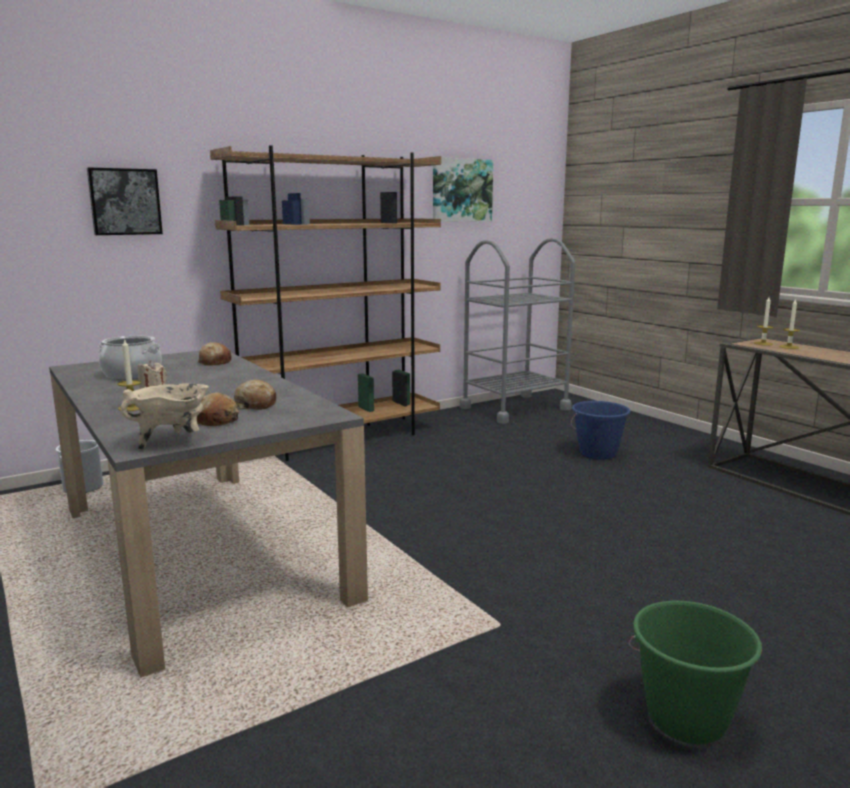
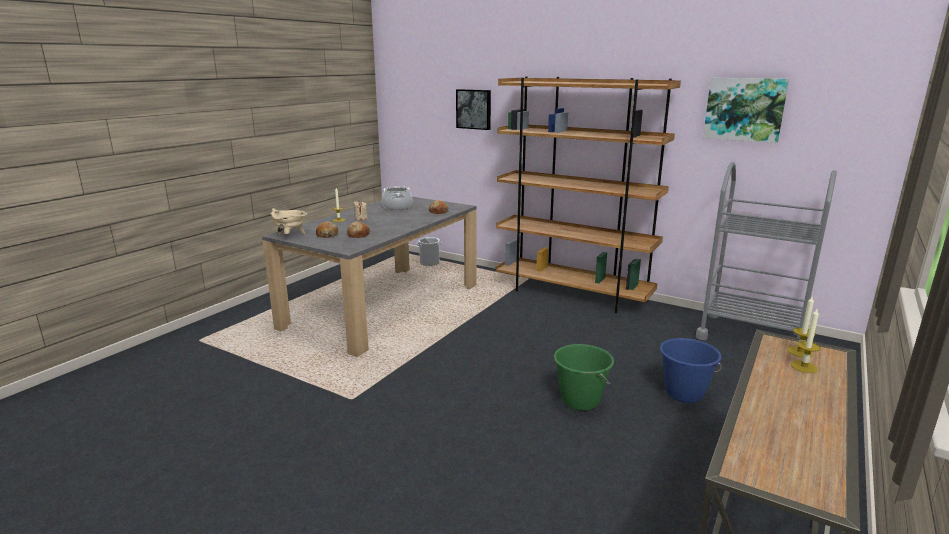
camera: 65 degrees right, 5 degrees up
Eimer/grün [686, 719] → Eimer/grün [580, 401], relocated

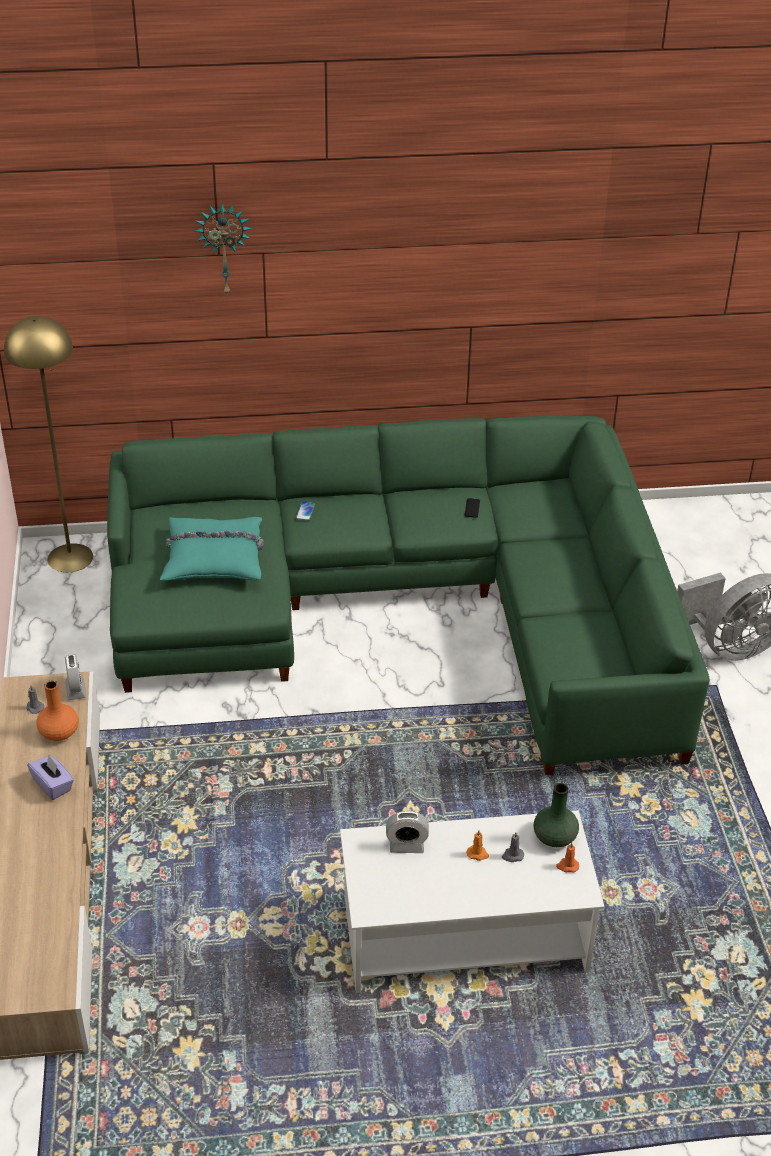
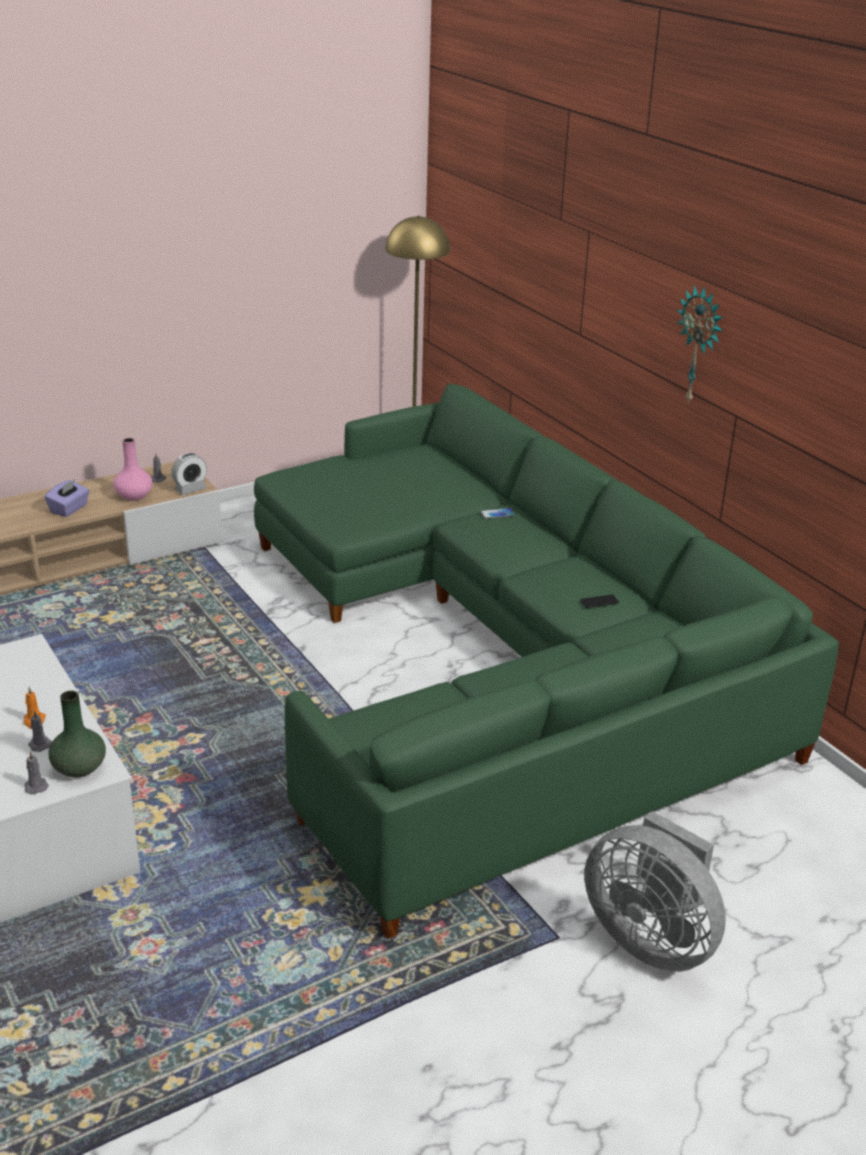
camera: 65 degrees right, 10 degrees down
Wanduhr [224, 248] → Wanduhr [699, 345], relocated
Kissen/türkis [214, 558] → -
Vase/orange [59, 733] → Vase/rosa [133, 496]
Wecker [406, 845] → -
Kerze/orange [567, 866] → Kerze/grau [36, 786]

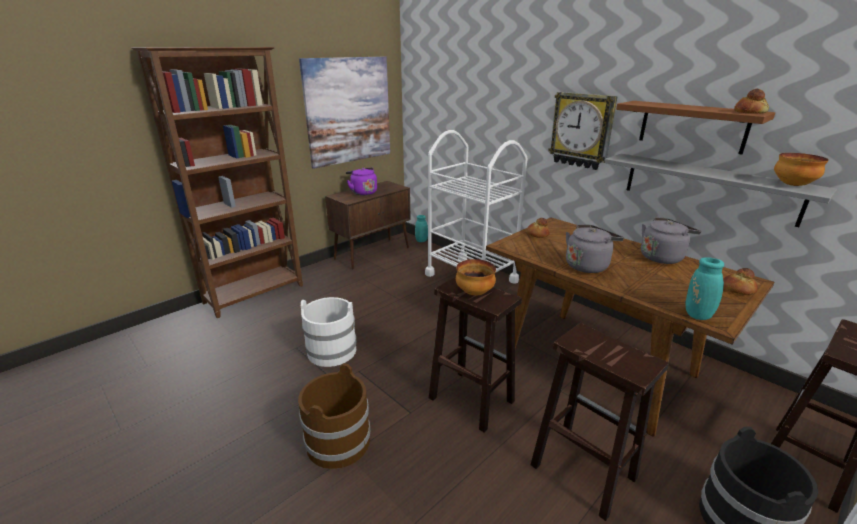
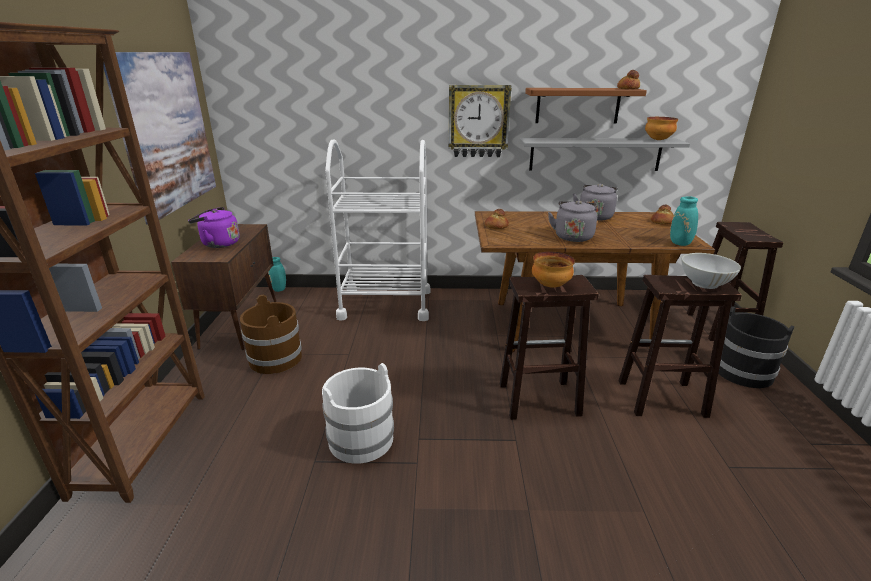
camera: 45 degrees left, 0 degrees up
Eimer/braun [338, 442] → Eimer/braun [276, 359], relocated
- → Schüssel/weiß [704, 283]

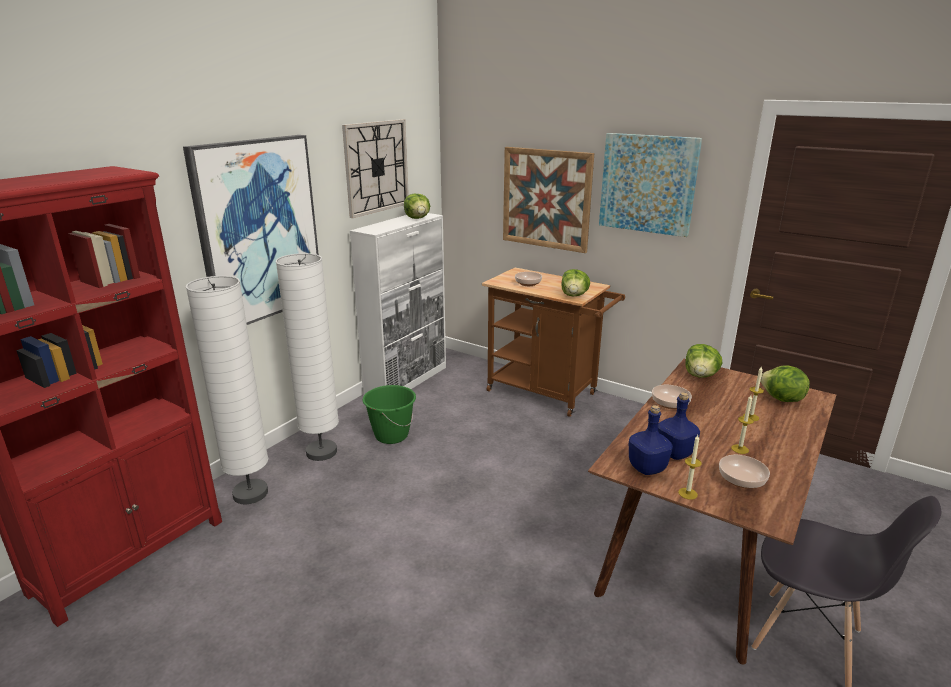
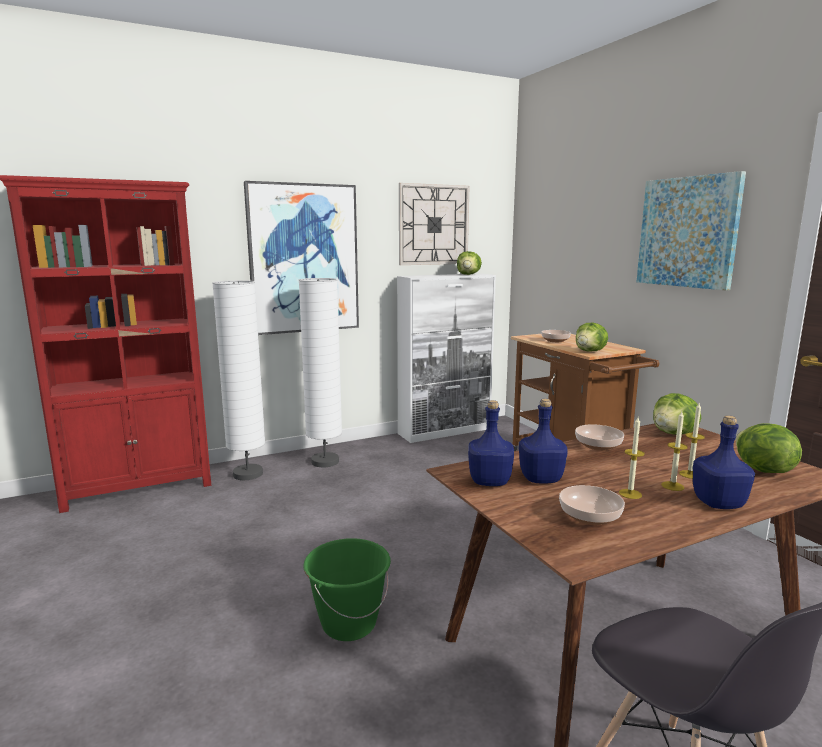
camera: 30 degrees right, 10 degrees down
Bild [546, 199] → -
Eimer/grün [391, 435] → Eimer/grün [348, 623], relocated
Kerze [687, 493] → Kerze [672, 486], relocated
- → Flasche/blau [717, 503]

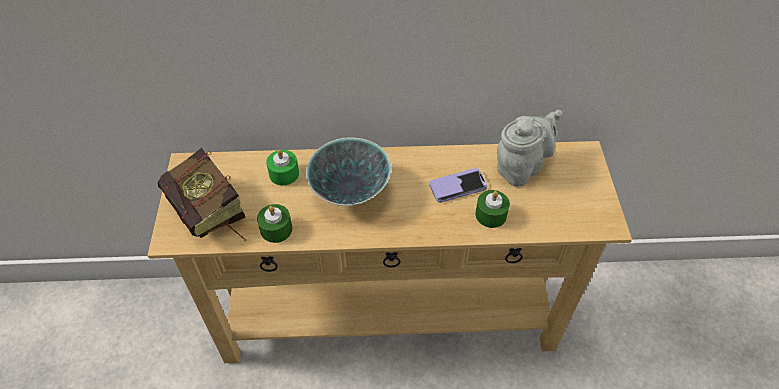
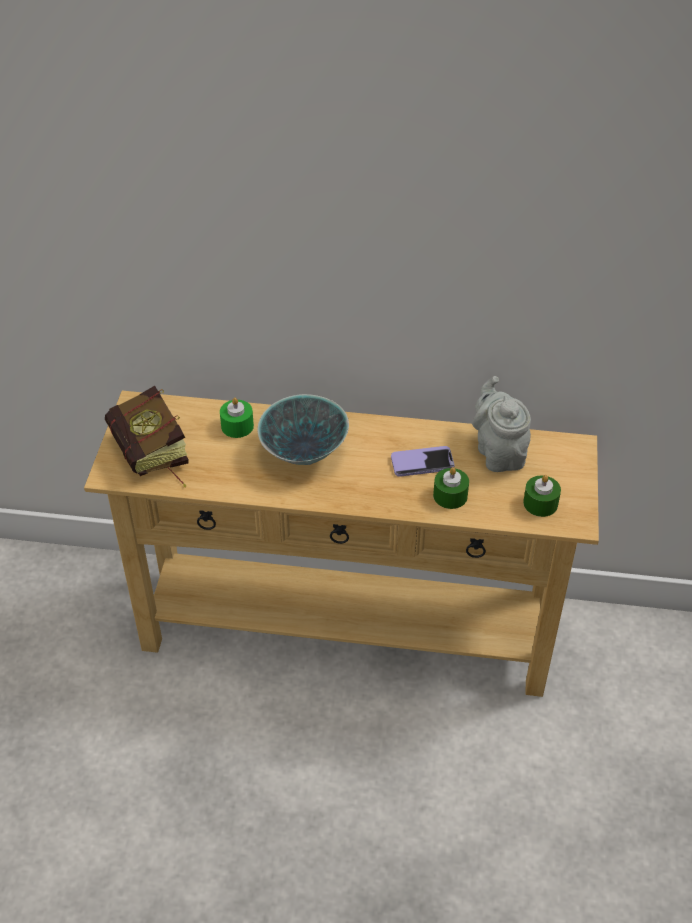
camera: 10 degrees right, 5 degrees down
Teekanne/grau [521, 167] → Teekanne/grau [498, 452], 75 degrees counterclockwise
Kerze/grün [276, 229] → Kerze/grün [540, 503], relocated

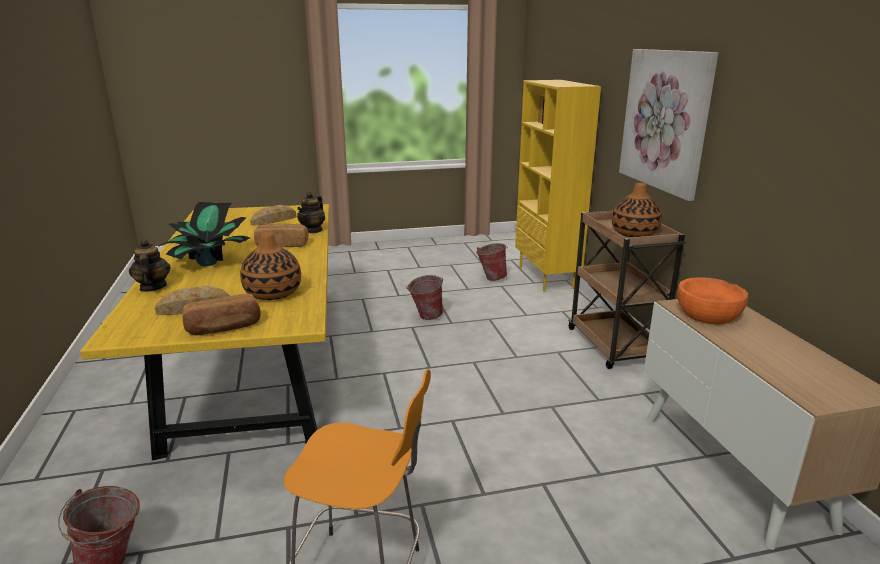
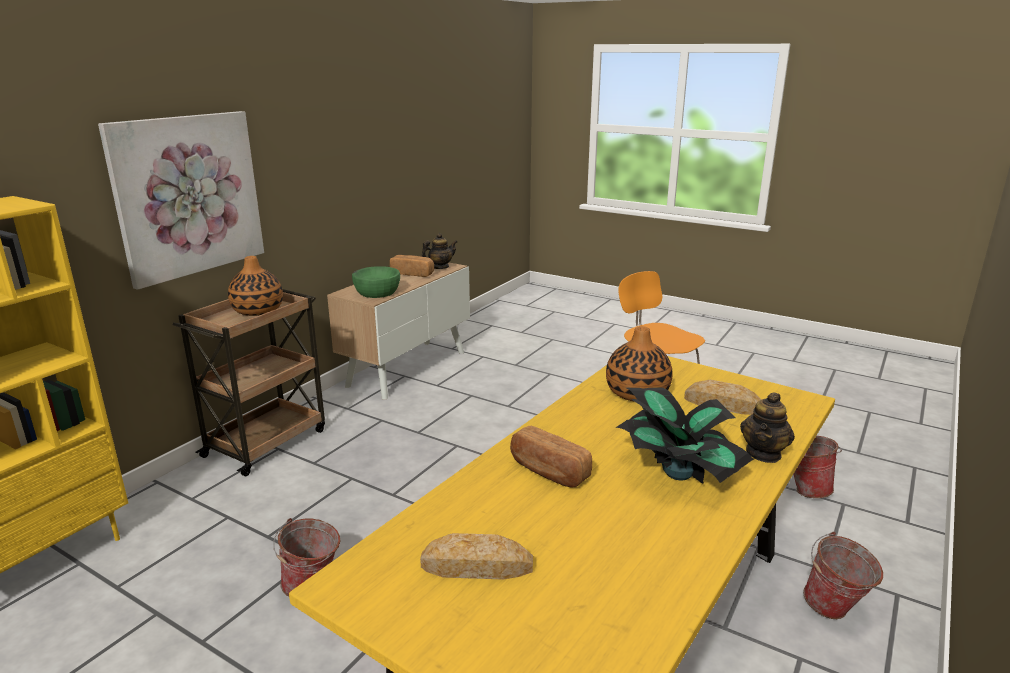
camera: 135 degrees left, 0 degrees up
Teekanne [313, 230] → Teekanne [440, 267], relocated
Eimer [491, 278] → Eimer [834, 611], relocated
Schüssel/orange [708, 314] → Schüssel/grün [377, 292]
Brot [224, 328] → Brot [412, 273], relocated

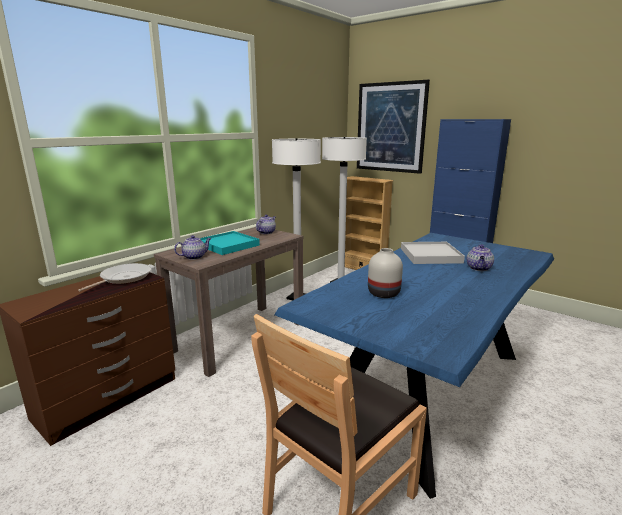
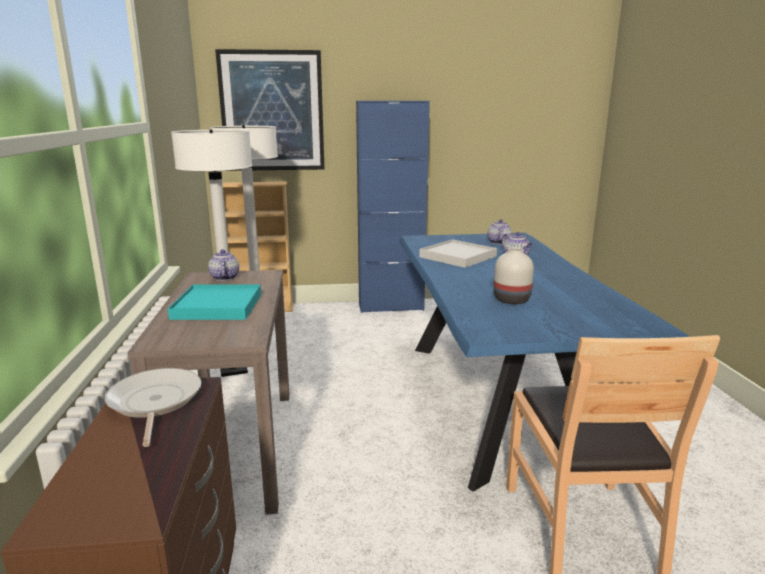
camera: 45 degrees left, 0 degrees up
Teekanne [194, 257] → Teekanne [498, 242], relocated

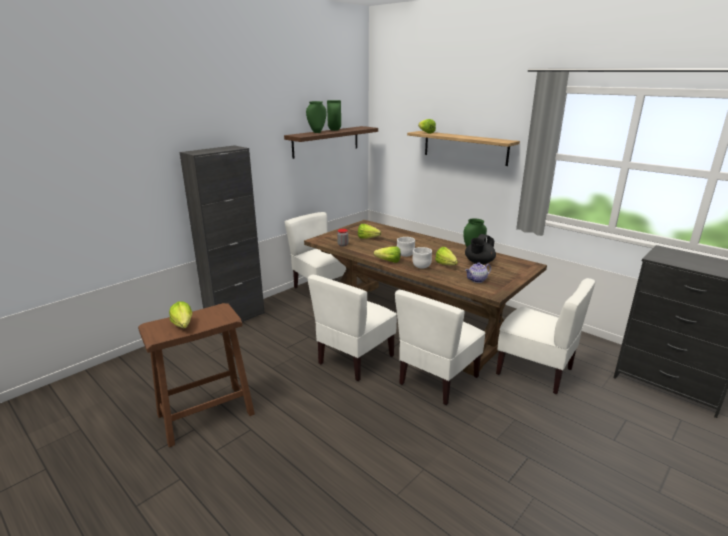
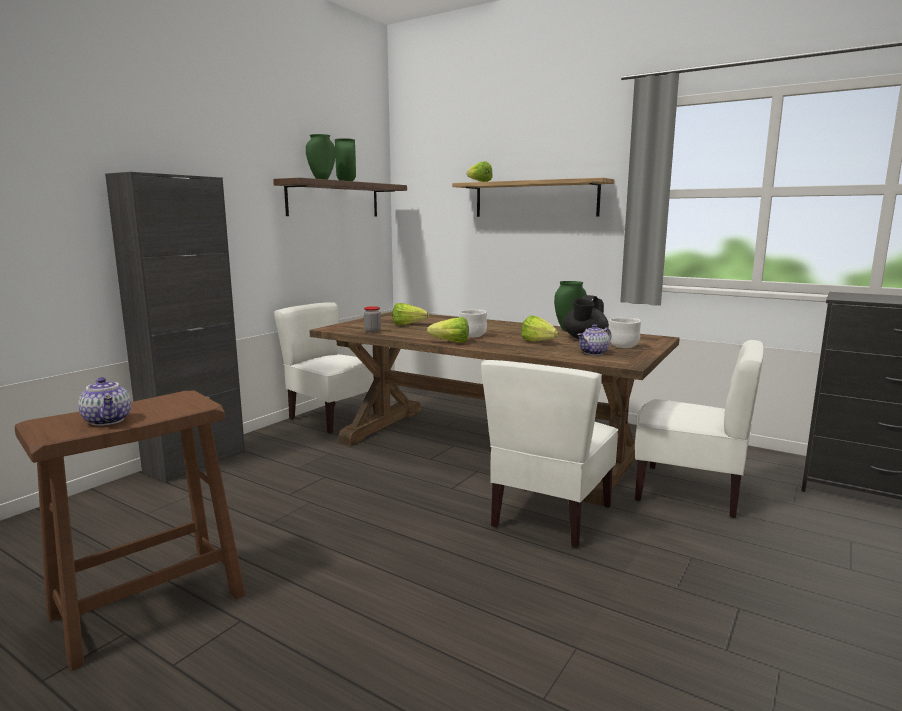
camera: 10 degrees left, 10 degrees down
Schüssel/weiß [421, 266] → Schüssel/weiß [623, 346], relocated
Stuhl/weiß [355, 359] → -
Salatkopf [183, 327] → Teekanne [109, 420]

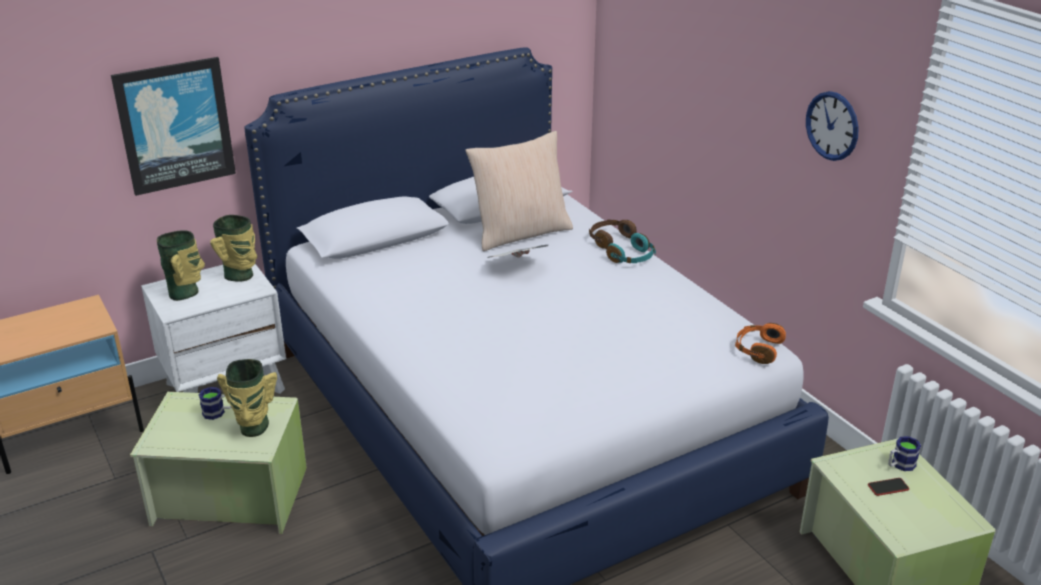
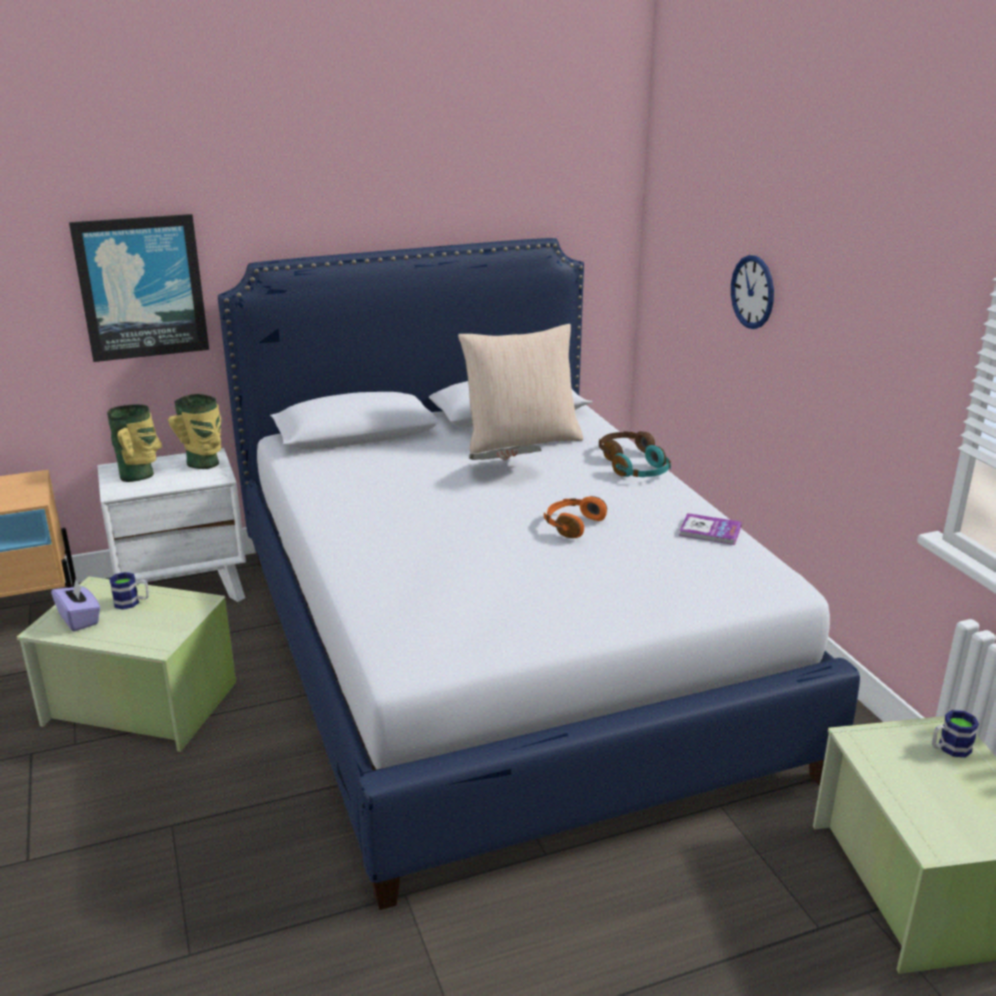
camera: 10 degrees right, 5 degrees down
Wanduhr [832, 126] → Wanduhr [752, 292], relocated
Kopfhörer/orange [757, 350] → Kopfhörer/orange [572, 525], relocated
Vase [253, 428] → -
Handy [888, 487] → -
- → Buch [710, 531]
- → Taschentuchbox/lila [79, 619]

